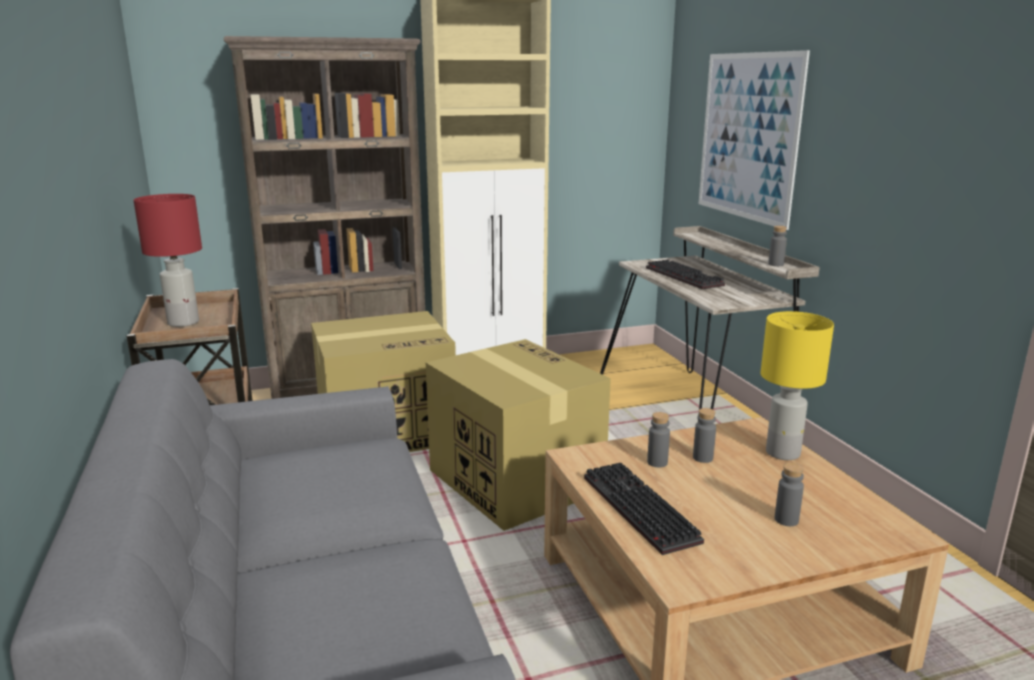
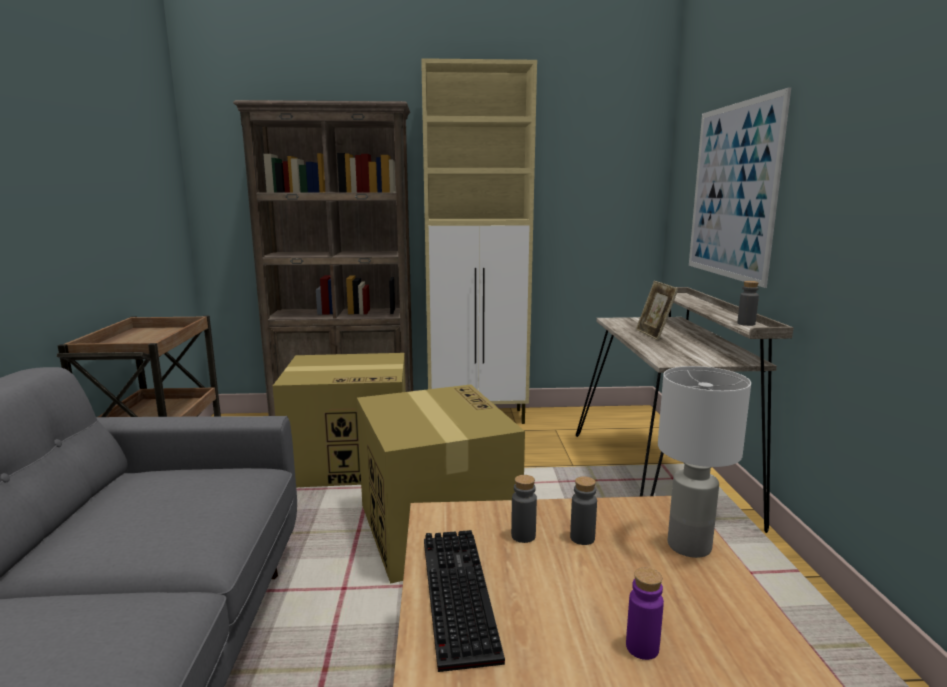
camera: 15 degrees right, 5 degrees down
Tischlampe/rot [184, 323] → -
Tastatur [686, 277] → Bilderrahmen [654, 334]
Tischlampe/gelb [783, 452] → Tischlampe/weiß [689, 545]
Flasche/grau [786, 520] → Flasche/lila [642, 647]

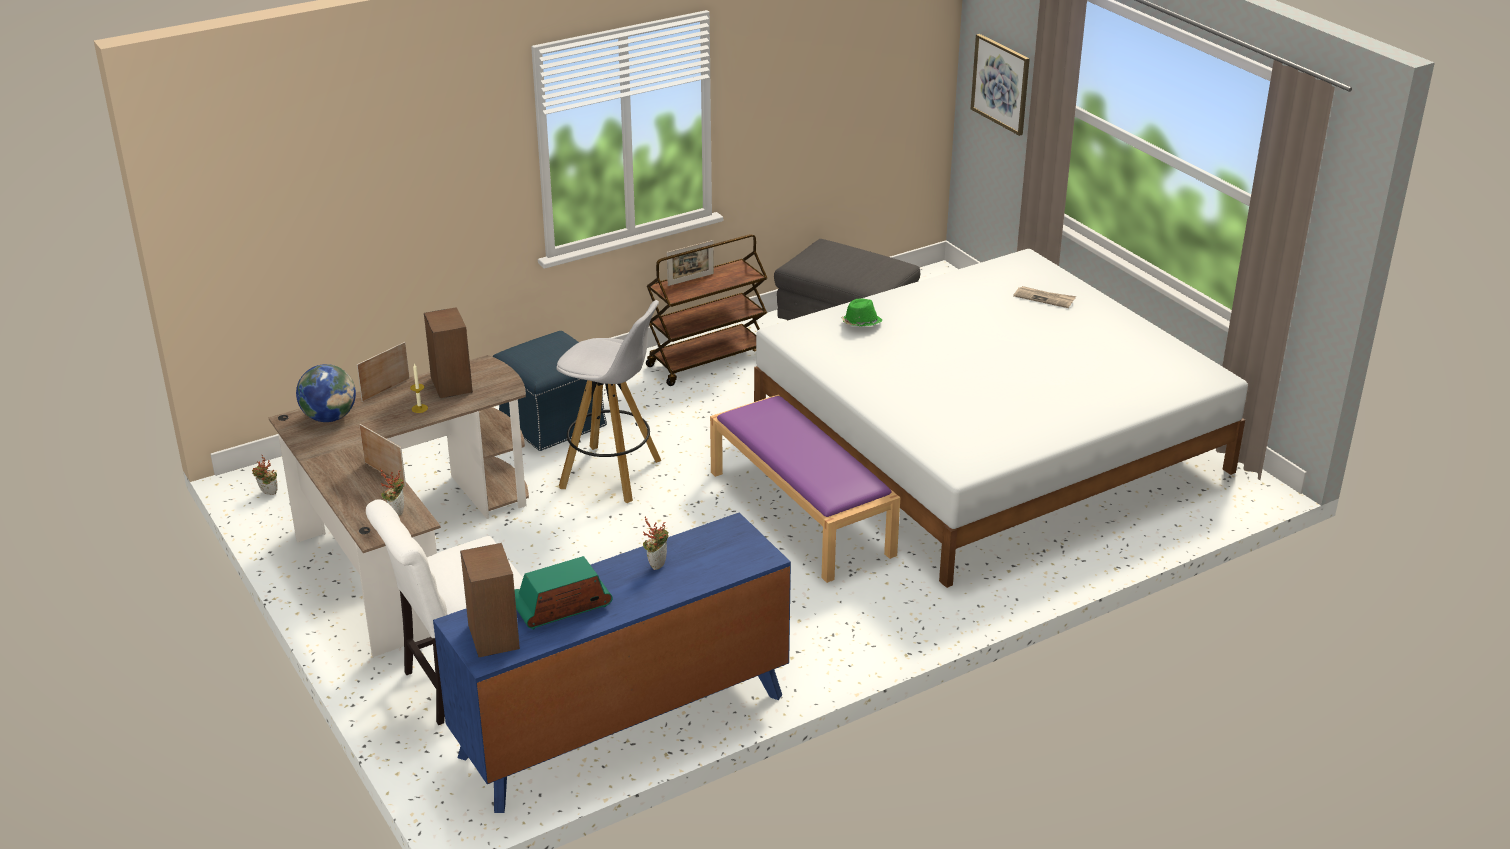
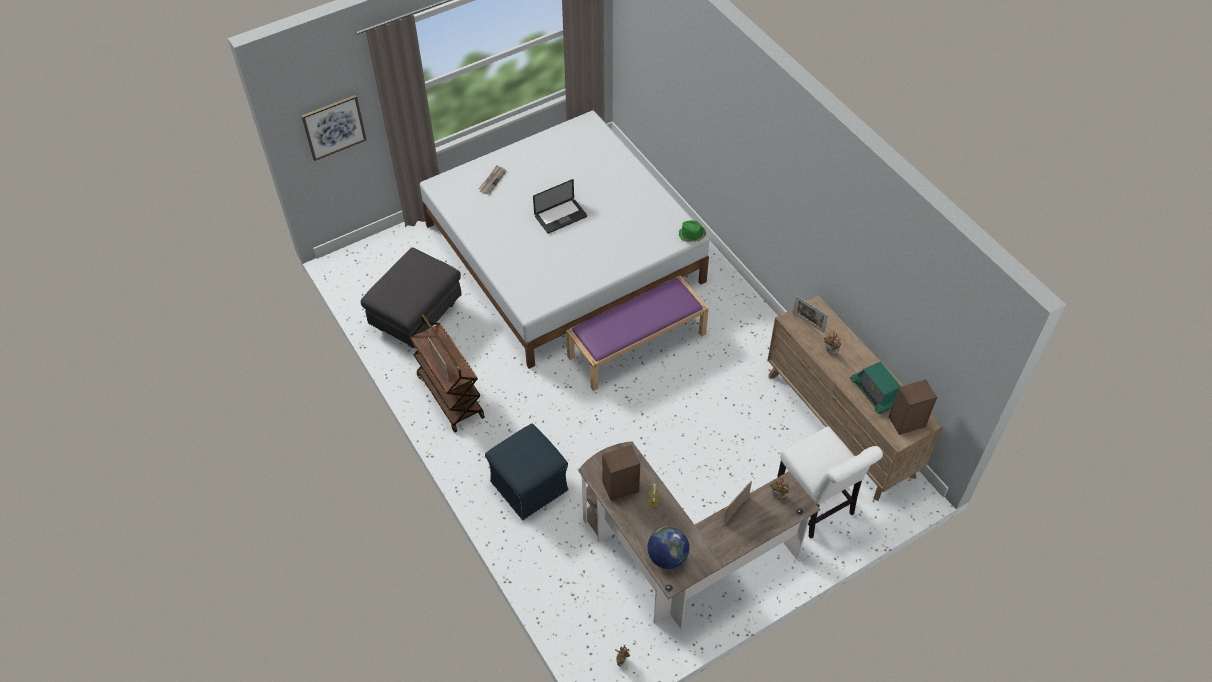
camera: 90 degrees left, 20 degrees up
Hut/grün [861, 324] → Hut/grün [691, 235], relocated
Hocker/weiß [613, 474] → -
Bilderrahmen [386, 390] → Bilderrahmen [808, 323], relocated
Kommode/blau [622, 726] → Kommode/braun [840, 425]
- → Laptop [560, 216]

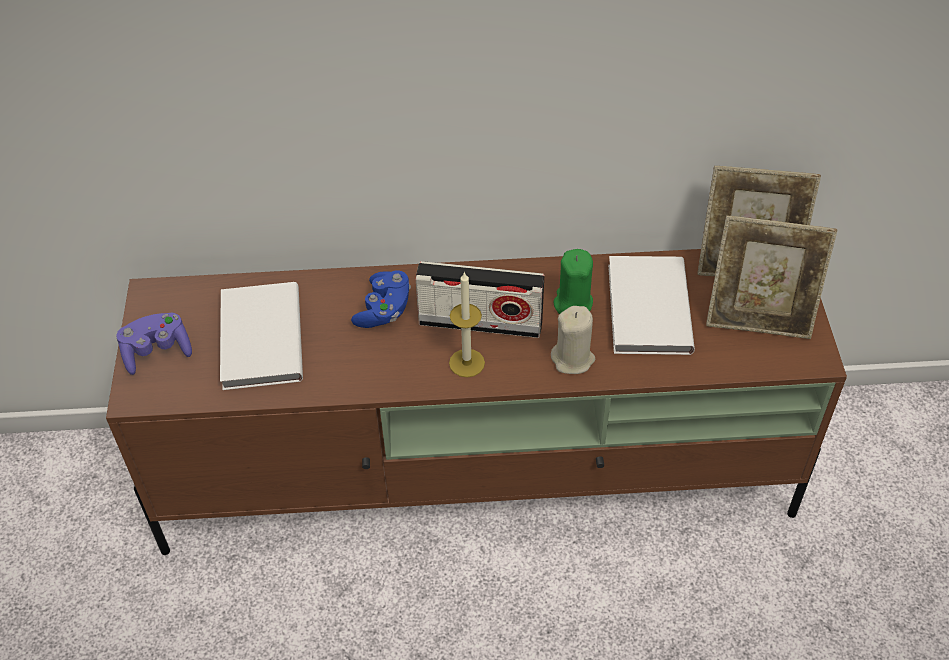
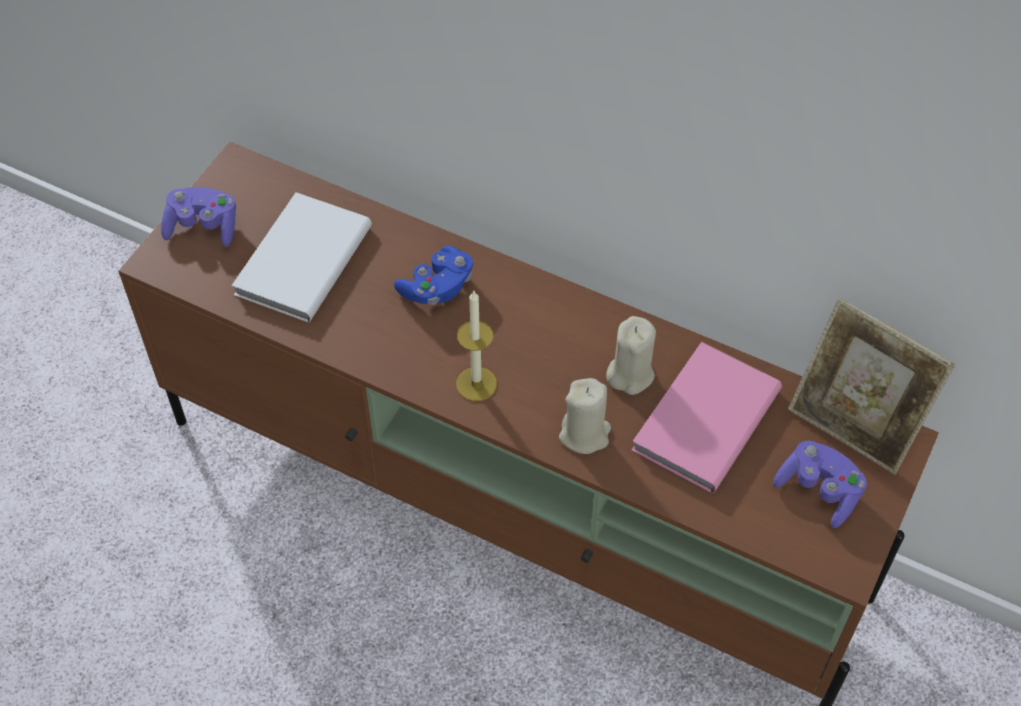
camera: 30 degrees right, 5 degrees up
Bilderrahmen [759, 318] → Gamepad/lila [819, 491]
Kerze/grün [572, 303] → Kerze/beige [630, 374]
Buch/weiß [646, 309] → Buch/rosa [702, 420]
Radio [480, 322] → -

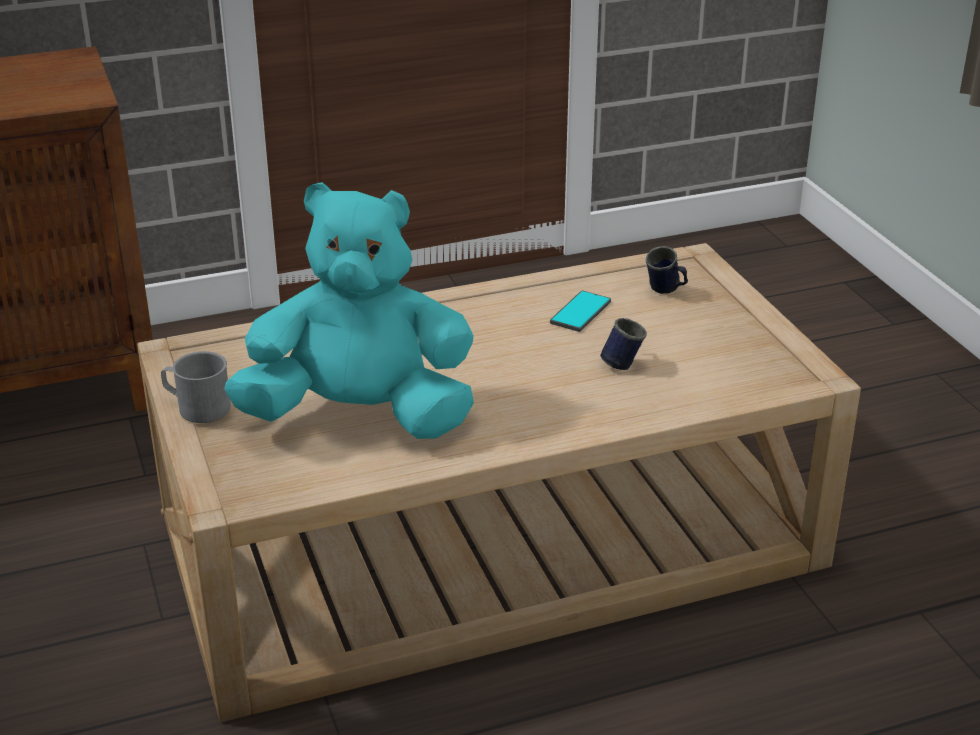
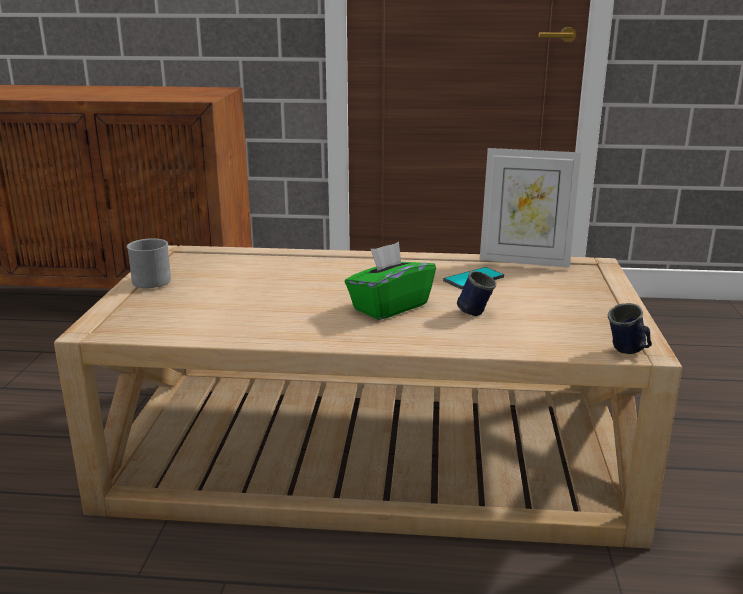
camera: 25 degrees right, 10 degrees down
Plüschtier/türkis [360, 417] → -
Henkelbecher/blau [666, 291] → Henkelbecher/blau [628, 352], relocated
- → Bilderrahmen [524, 260]
- → Taschentuchbox/grün [389, 307]

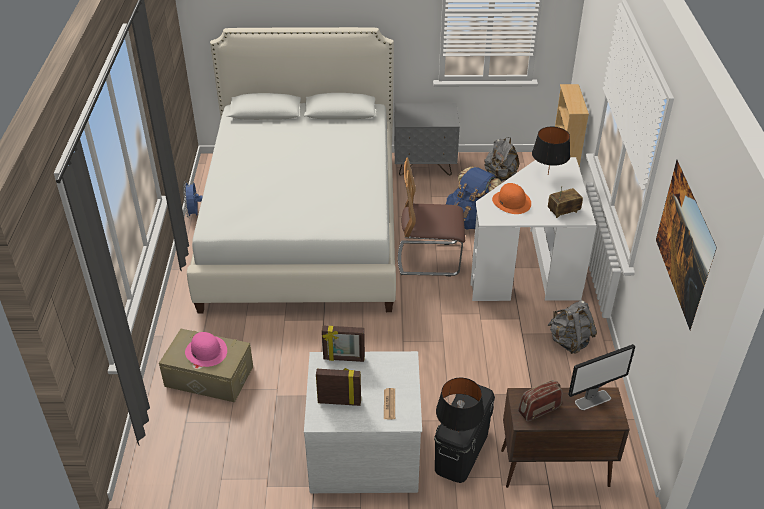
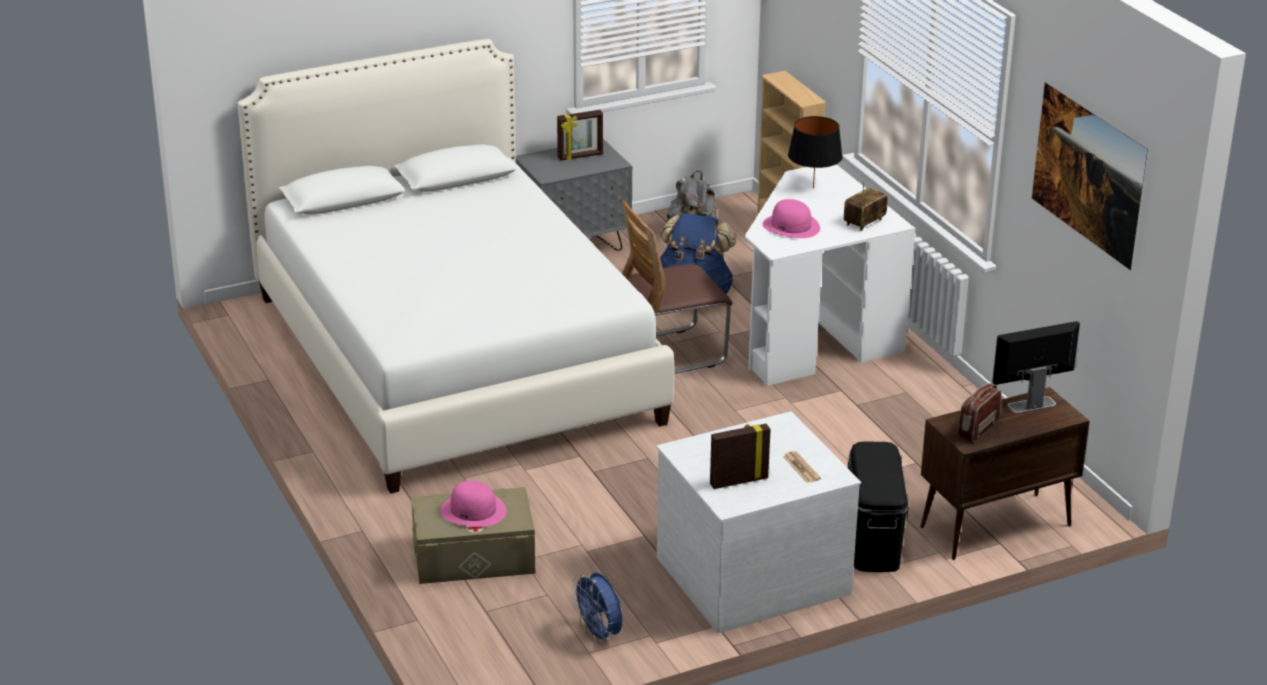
camera: 25 degrees left, 10 degrees down
Ventilator/blau [194, 214] → Ventilator/blau [599, 635], relocated
Hut/orange [511, 202] → Hut/rosa [791, 226]
Rucksack/grau [569, 341] → -
Bilderrahmen [344, 359] → Bilderrahmen [580, 156], relocated
Monitor [593, 400] → Monitor [1031, 405], 150 degrees counterclockwise
Tischlampe/schwarz [458, 432] → -

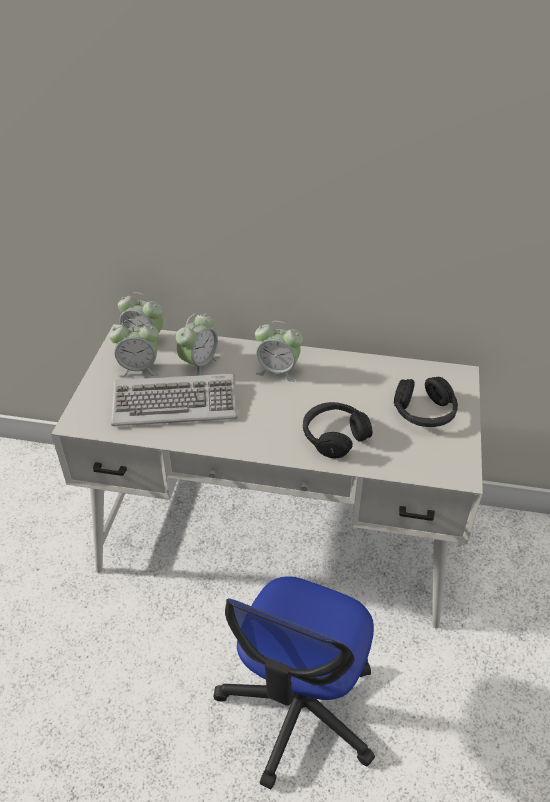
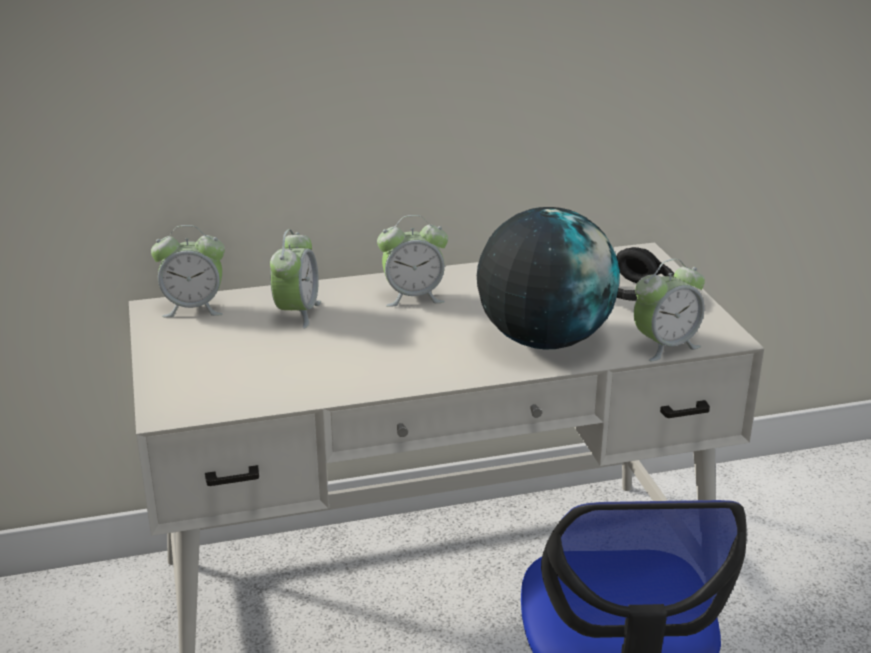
camera: 25 degrees left, 15 degrees down
Wecker [139, 368] → Wecker [665, 346], relocated
Tastatur [175, 403] → -
Kopfhörer/schwarz [334, 436] → Globus [544, 340]

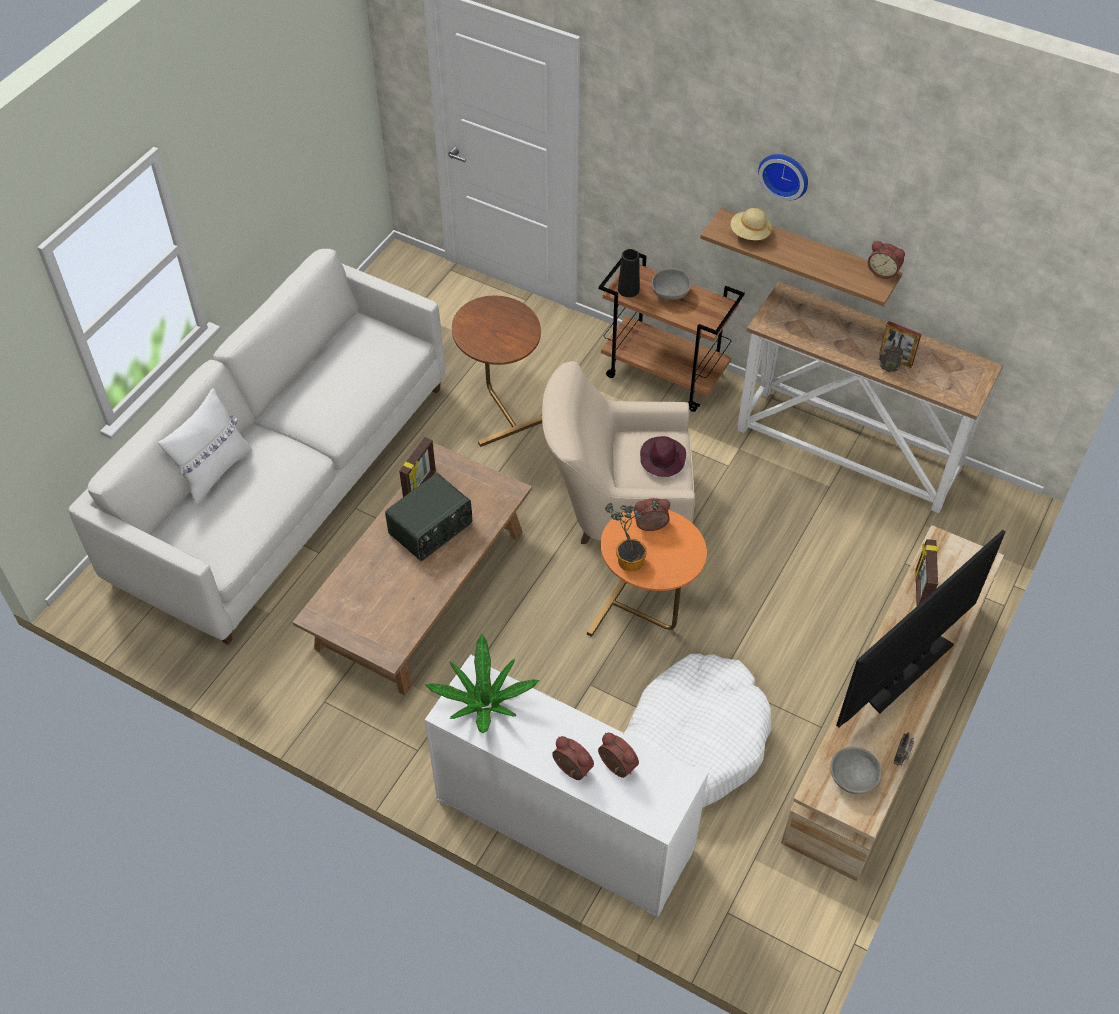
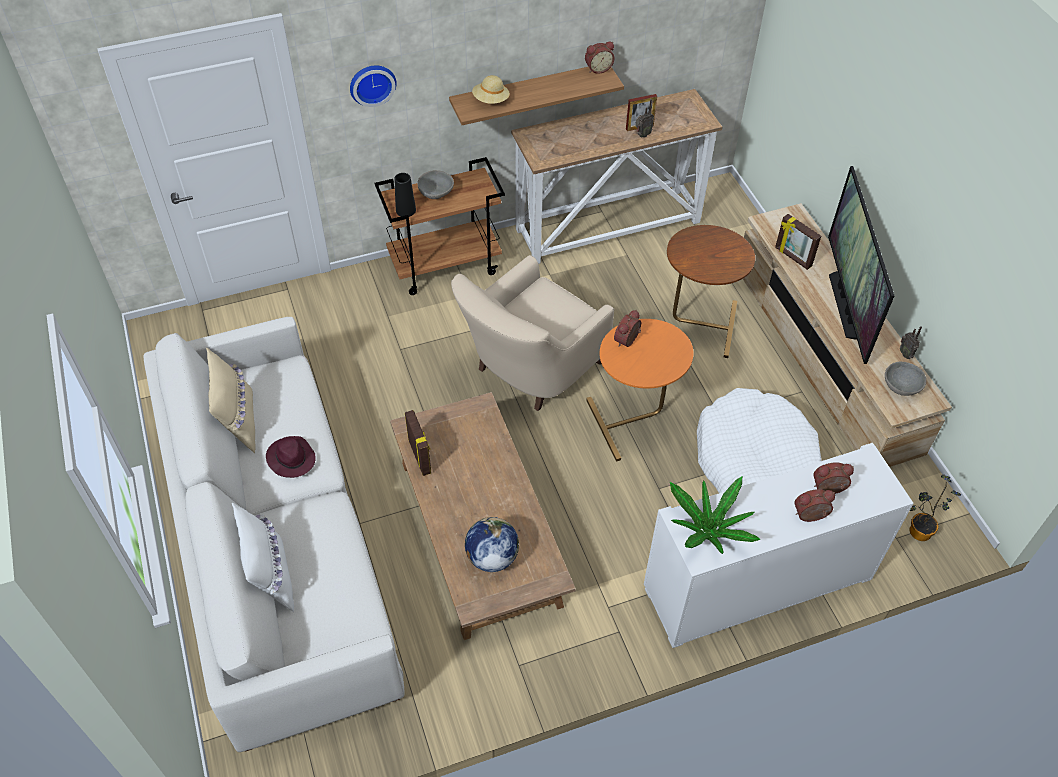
camera: 50 degrees left, 0 degrees up
Wanduhr [785, 174] → Wanduhr [372, 83], relocated
Beistelltisch/braun [501, 407] → Beistelltisch/braun [698, 324], relocated
Hut/lila [662, 458] → Hut/lila [291, 458], relocated
Radio [431, 529] → -
Topfpflanze [628, 558] → Topfpflanze [916, 531], relocated
- → Kissen/beige [239, 422]
- → Globus [491, 557]

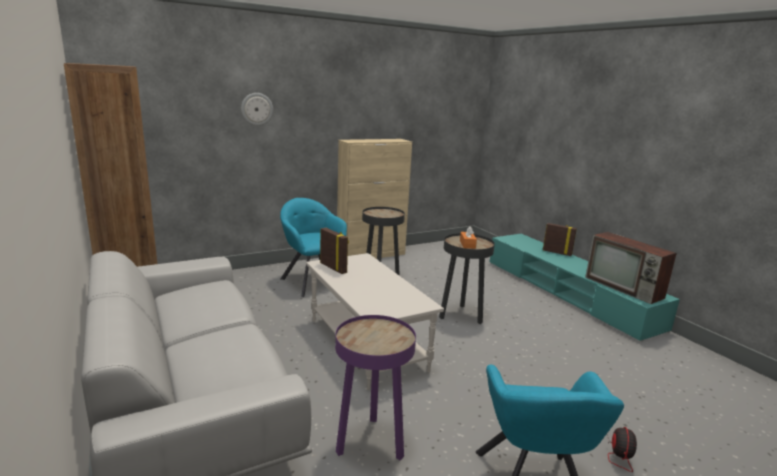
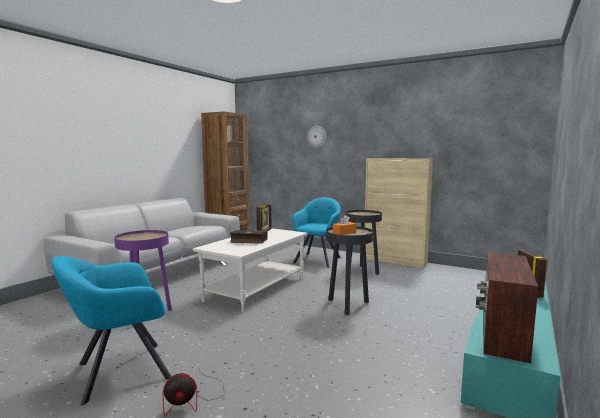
camera: 60 degrees right, 10 degrees down
- → Buch [248, 241]

